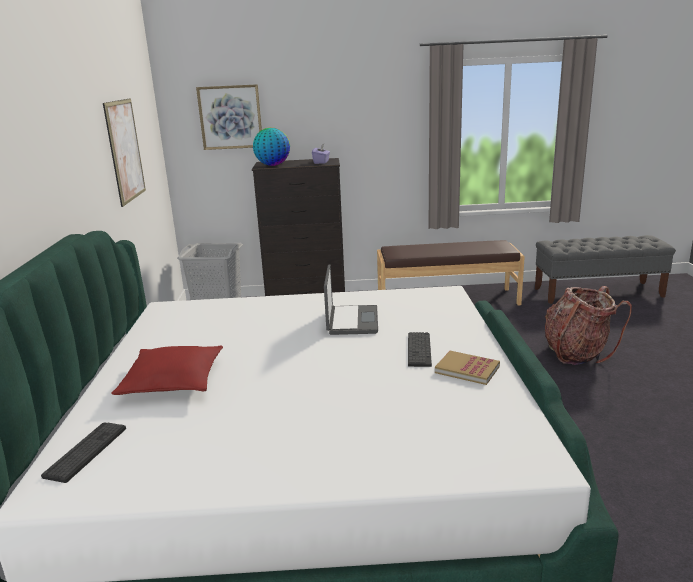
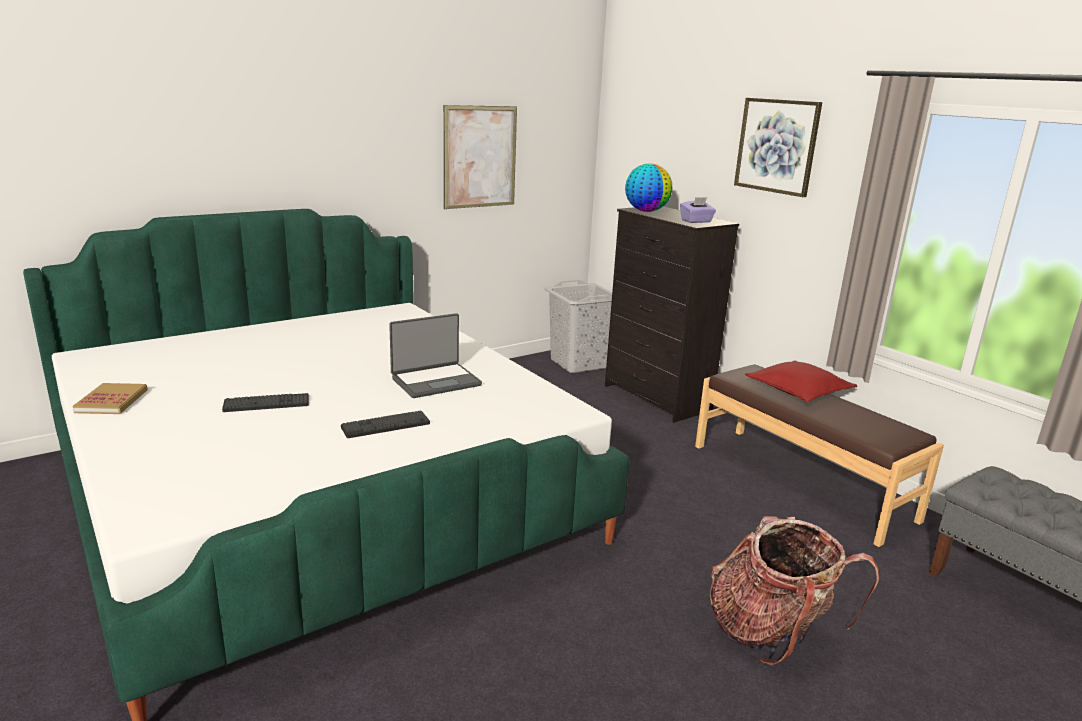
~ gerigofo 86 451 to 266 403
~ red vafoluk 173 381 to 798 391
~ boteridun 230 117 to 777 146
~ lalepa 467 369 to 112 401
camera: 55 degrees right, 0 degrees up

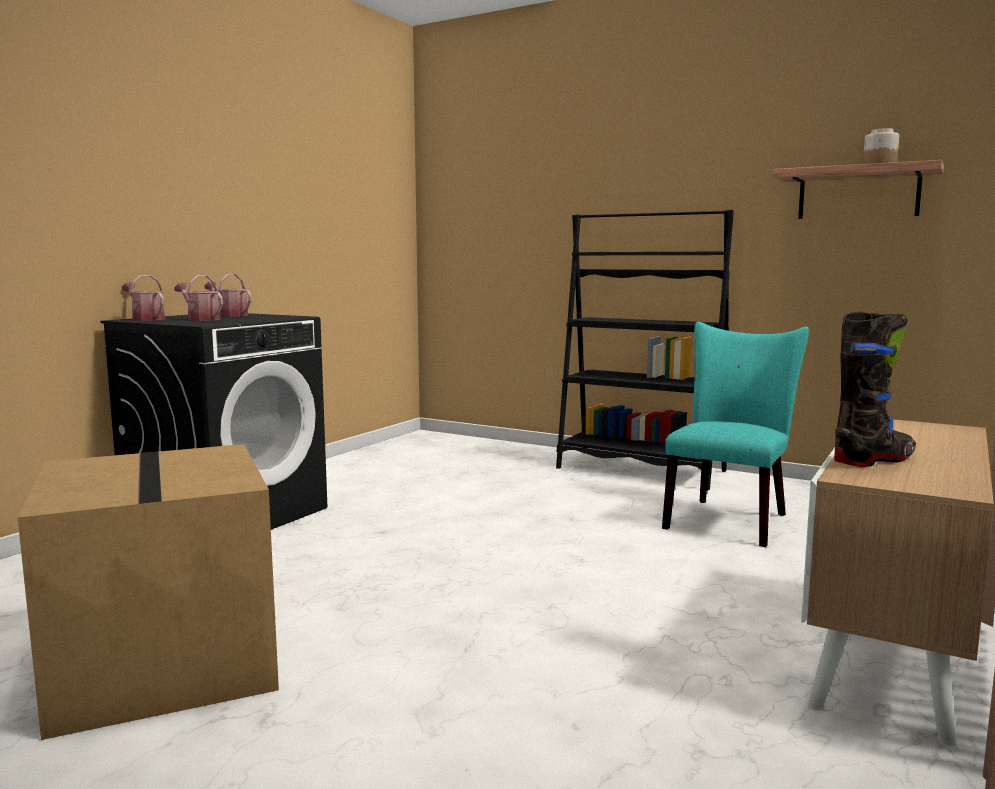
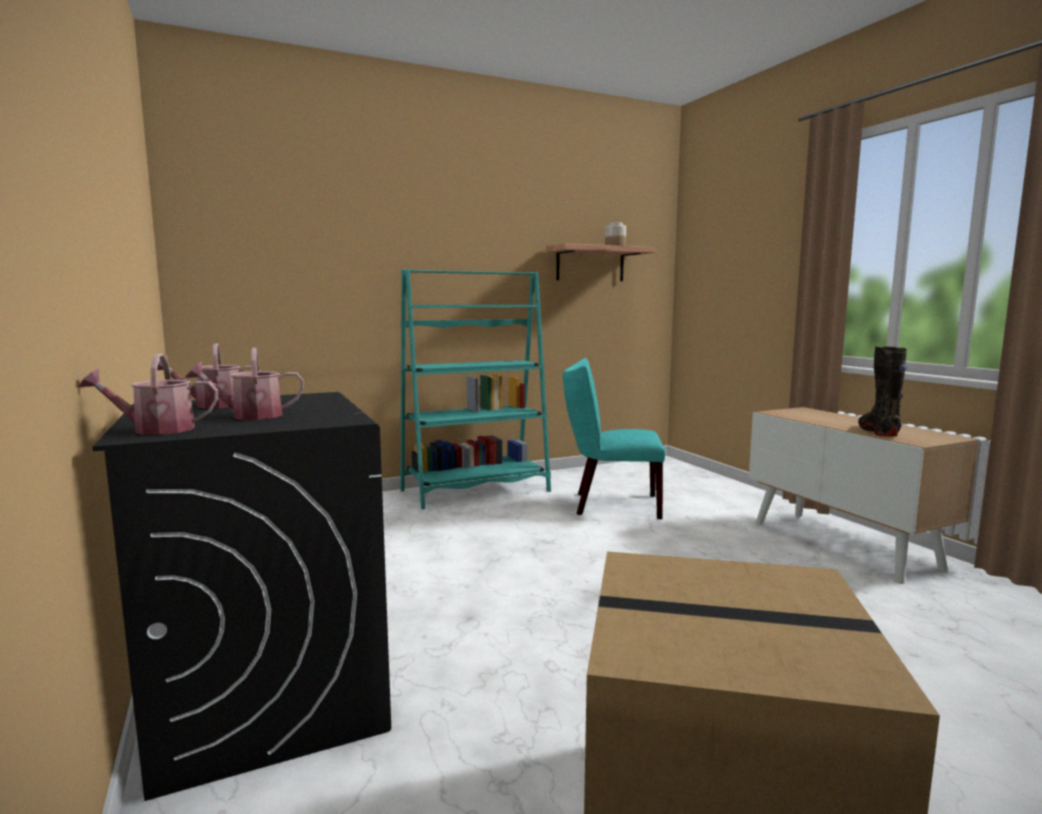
~ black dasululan 641 470 to turquoise dasululan 475 491
~ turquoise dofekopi 730 519 = 610 505 60 degrees counterclockwise
camera: 55 degrees left, 0 degrees up

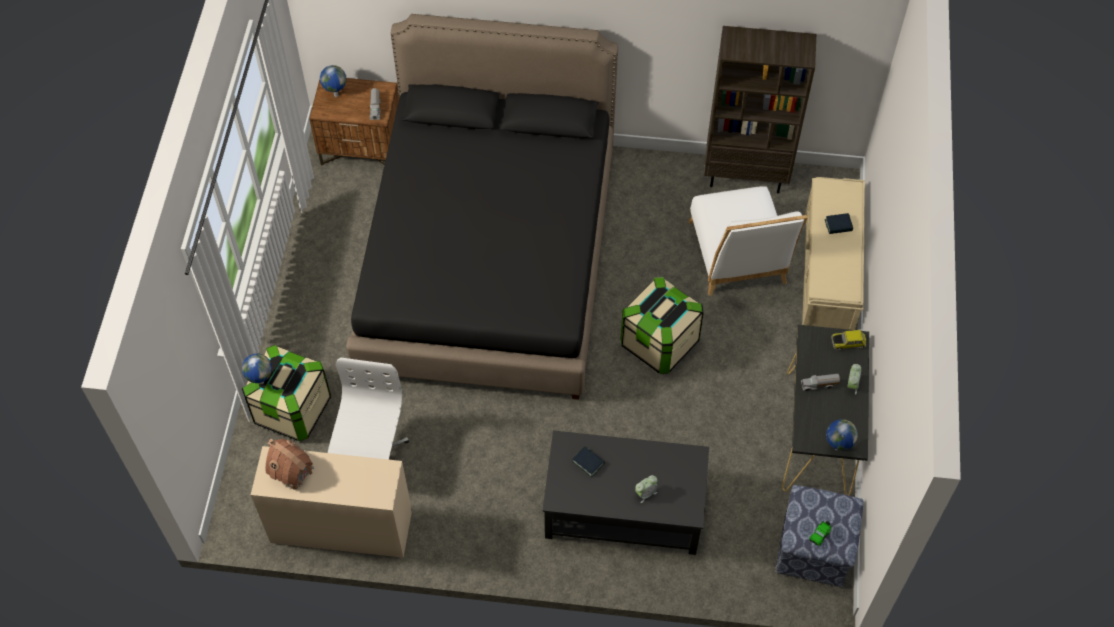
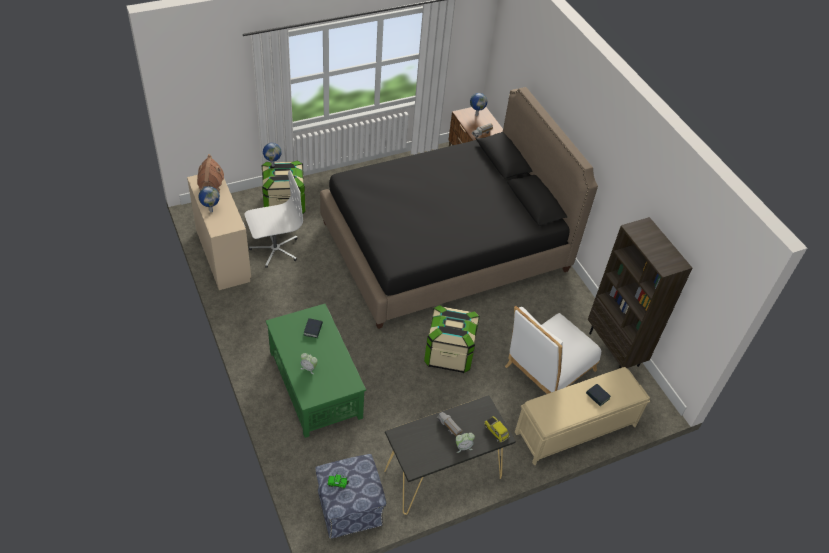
~ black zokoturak 623 508 to green zokoturak 315 383
~ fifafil 836 448 to 211 210
camera: 55 degrees right, 10 degrees down

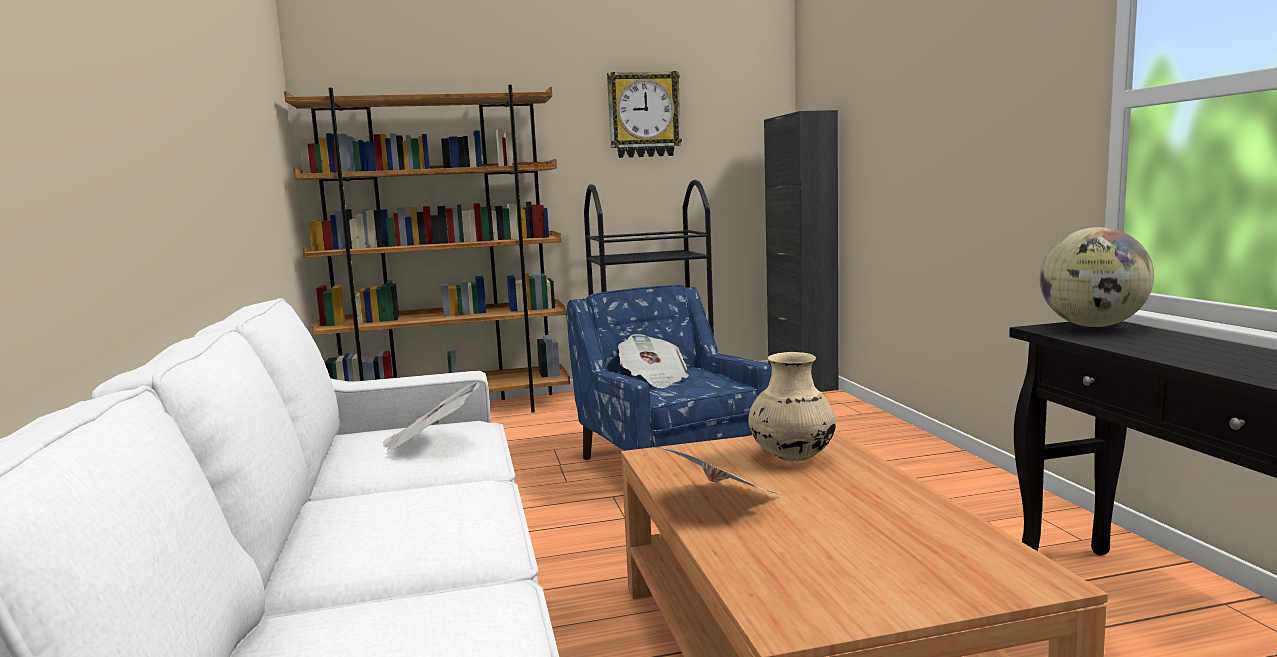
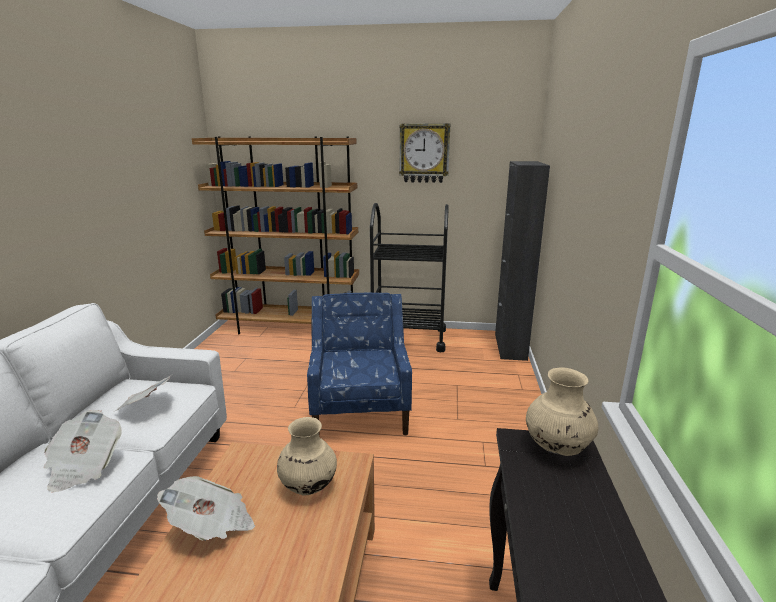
~ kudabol 653 380 to 84 466
~ fifafil 1092 326 to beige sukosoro 557 448
camera: 20 degrees right, 10 degrees up

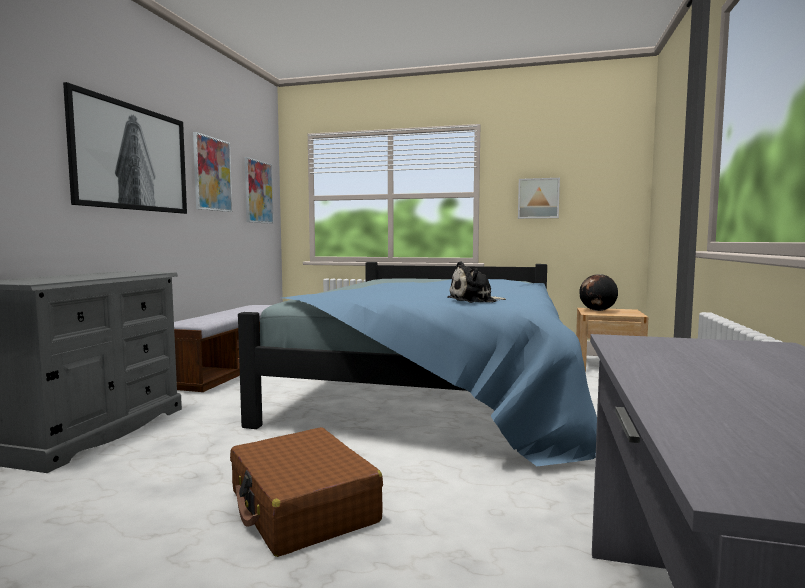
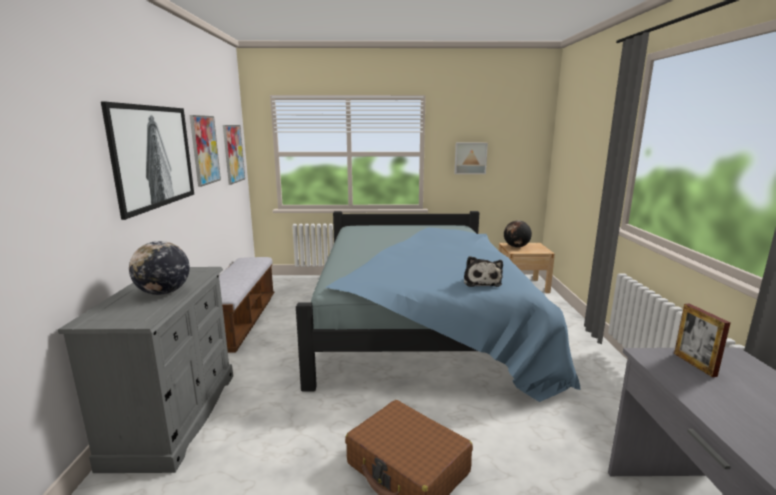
~ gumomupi 475 300 = 481 282 60 degrees counterclockwise
+ fifafil 163 293
+ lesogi 694 364
camera: 15 degrees left, 10 degrees up

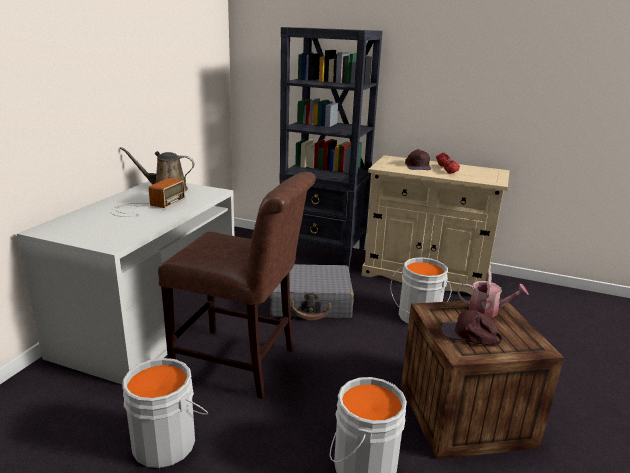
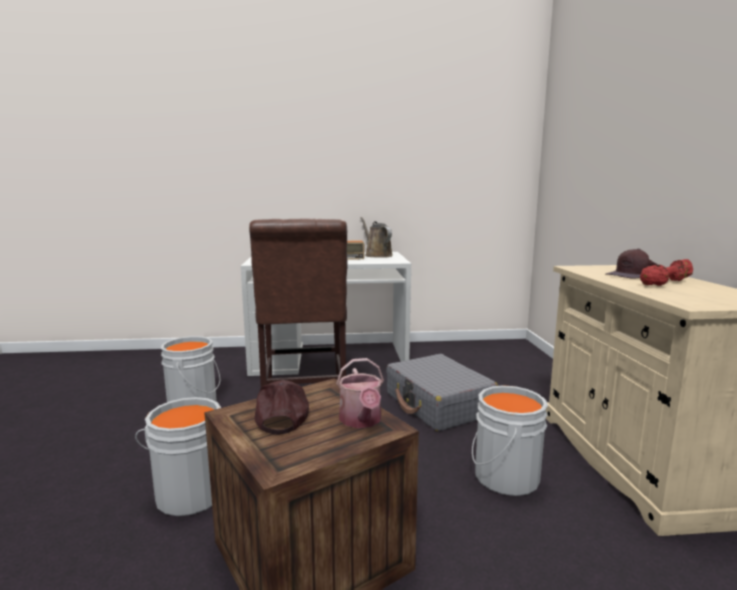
- black dasululan 323 256
camera: 65 degrees right, 10 degrees down

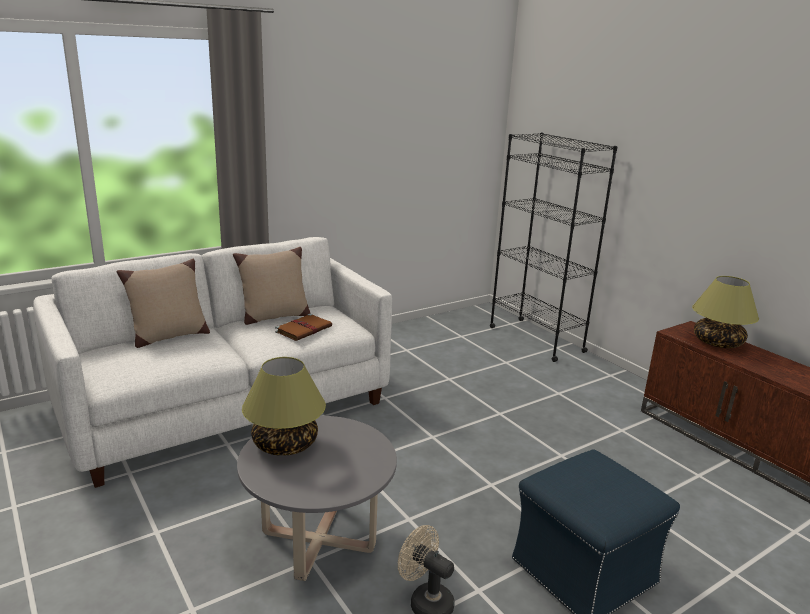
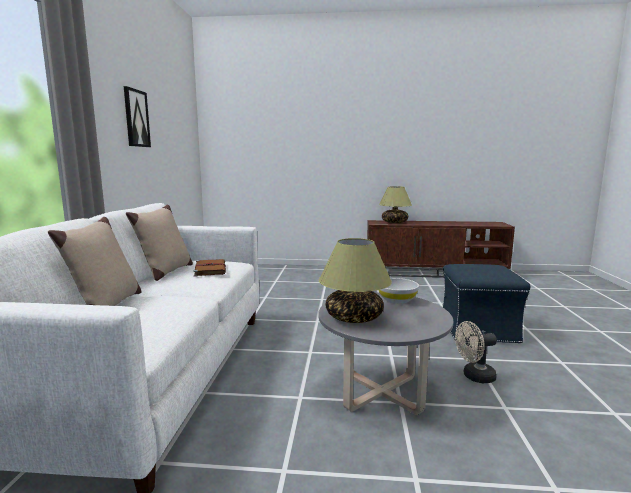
- black dasululan 536 339
+ boteridun 136 118
+ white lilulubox 396 300
camera: 50 degrees left, 10 degrees down

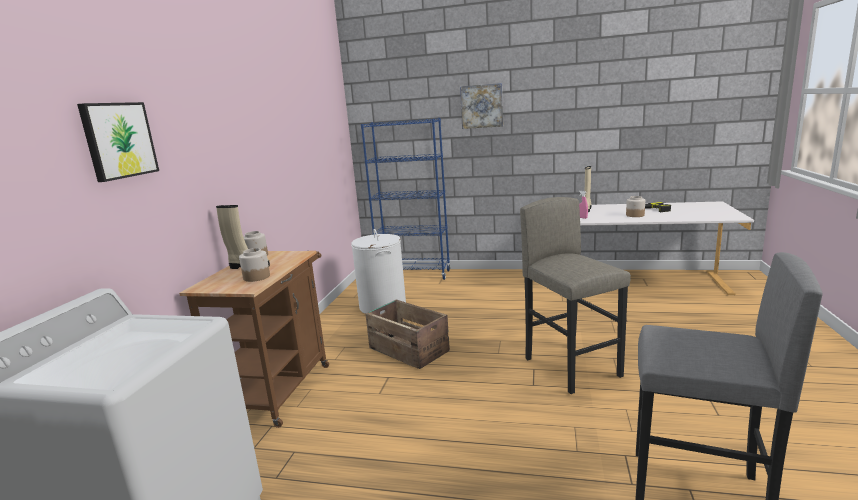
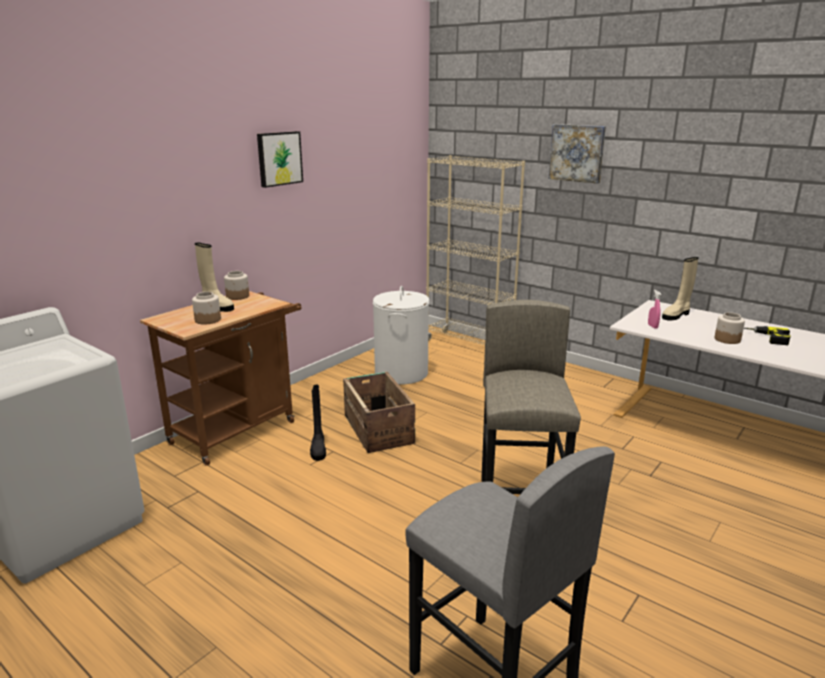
~ boteridun 118 140 to 279 158
~ blue dasululan 414 275 to beige dasululan 469 345
+ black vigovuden 318 449
camera: 25 degrees right, 5 degrees up

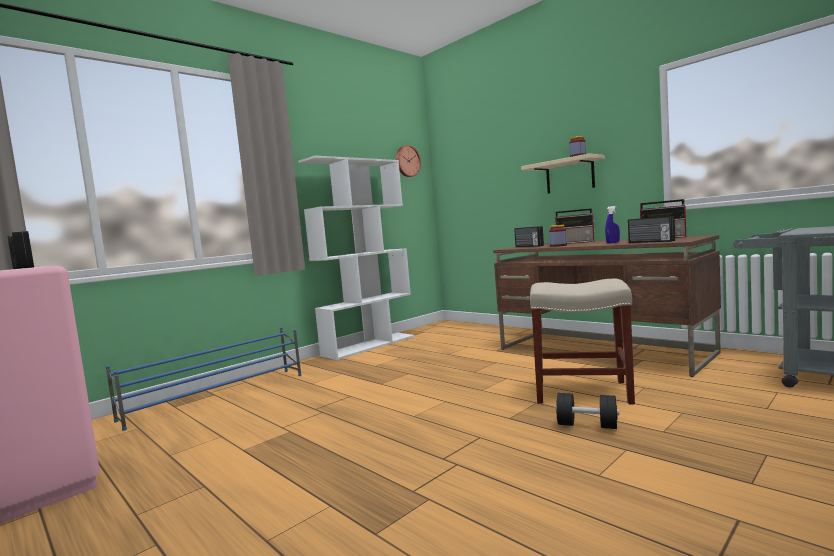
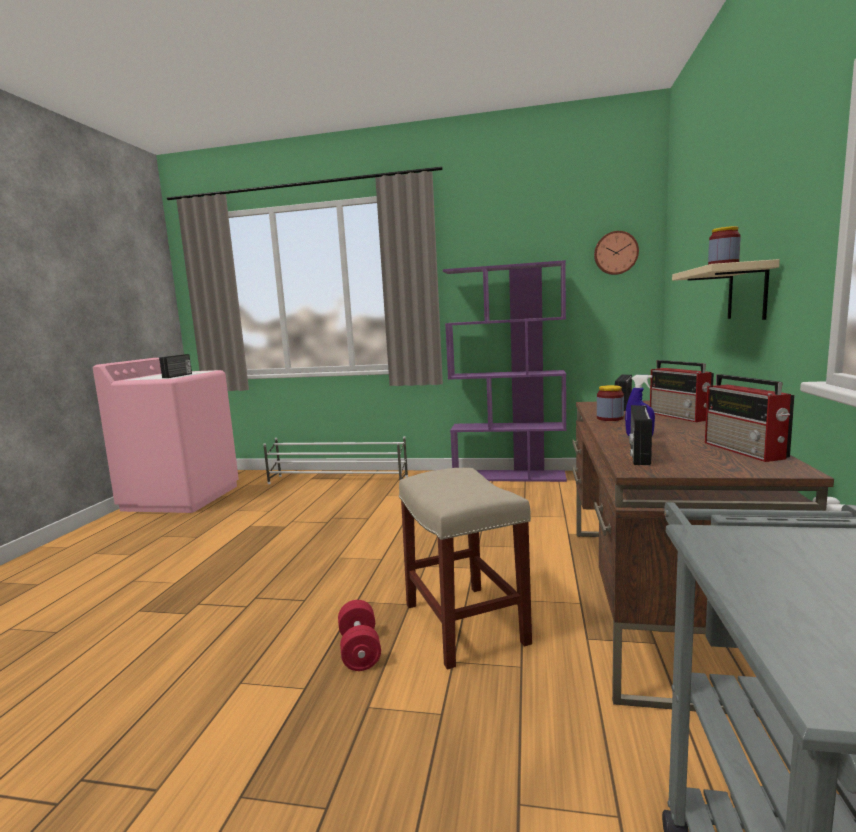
~ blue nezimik 218 396 to white nezimik 338 480
~ white dasululan 369 345 to purple dasululan 509 476
~ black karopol 587 425 to red karopol 359 650
camera: 55 degrees right, 5 degrees up

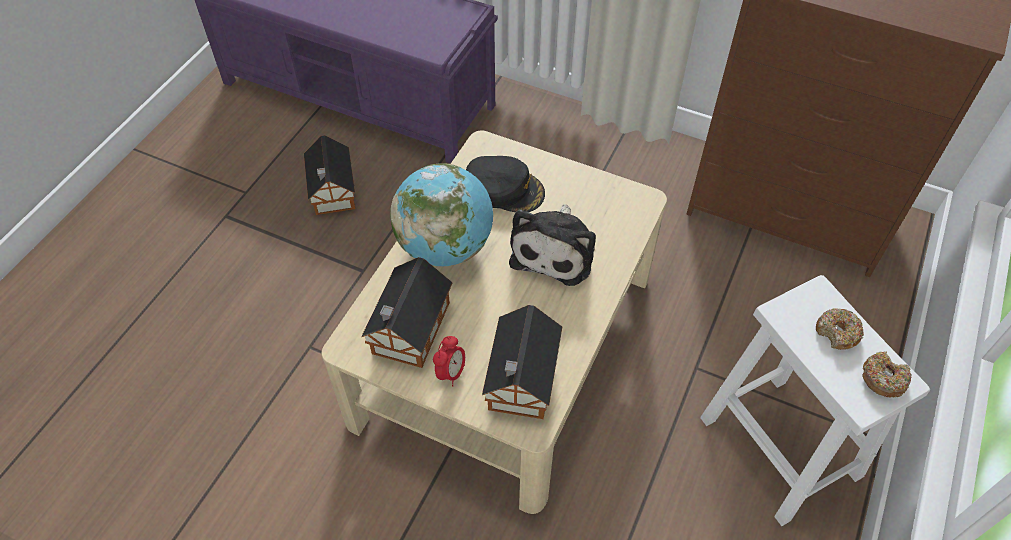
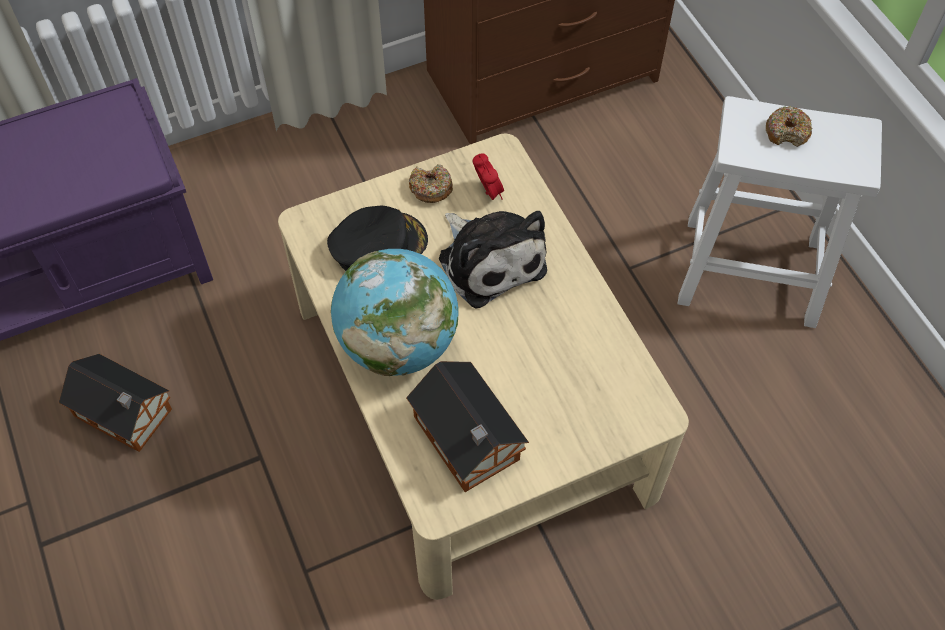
~ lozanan 451 372 to 488 193
- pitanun 520 381
~ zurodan 883 379 to 430 188
camera: 50 degrees left, 5 degrees up

